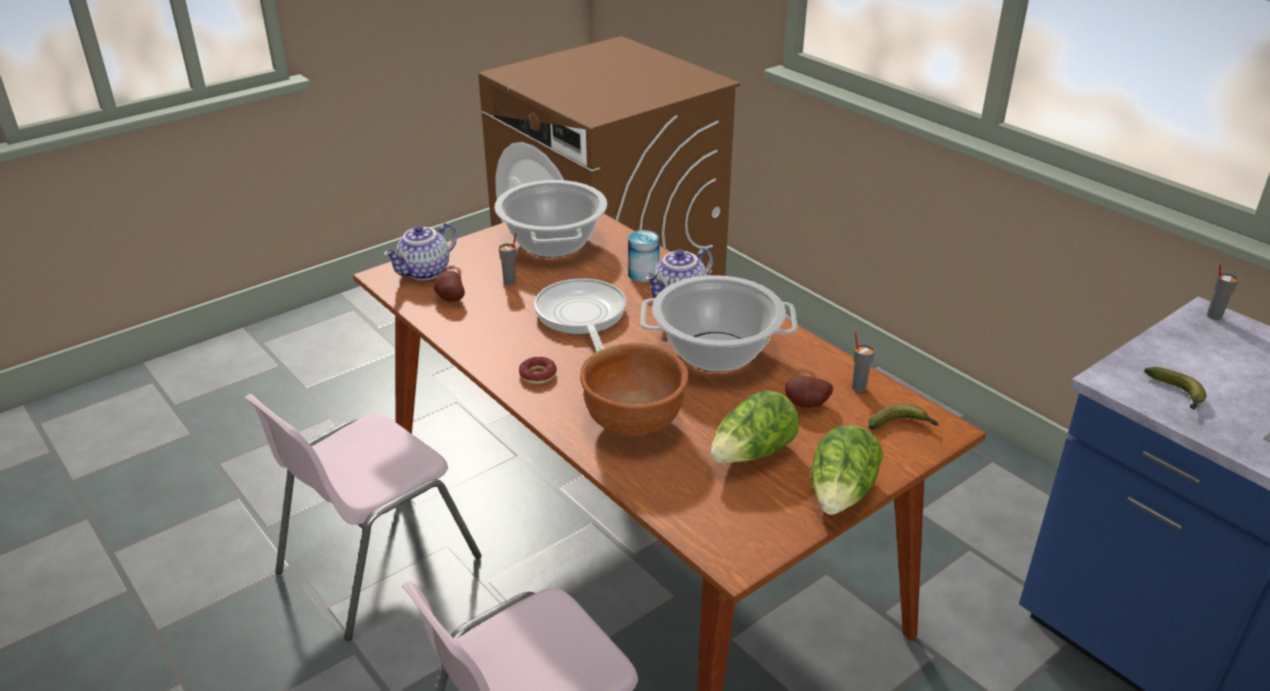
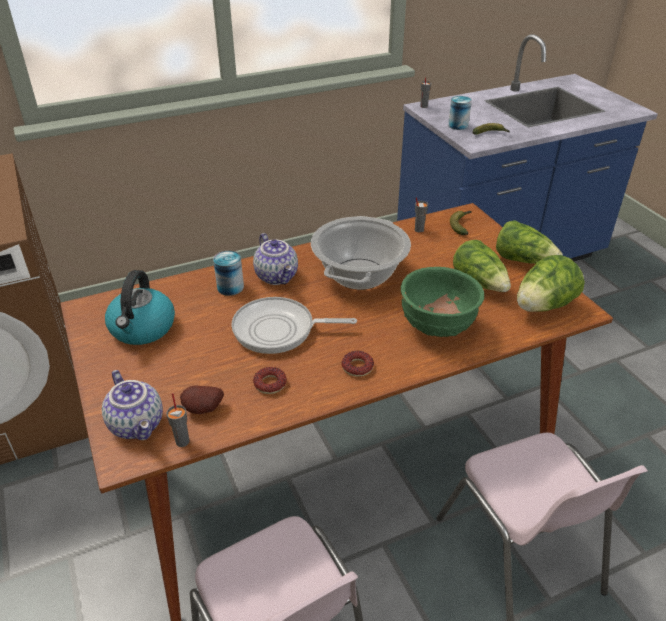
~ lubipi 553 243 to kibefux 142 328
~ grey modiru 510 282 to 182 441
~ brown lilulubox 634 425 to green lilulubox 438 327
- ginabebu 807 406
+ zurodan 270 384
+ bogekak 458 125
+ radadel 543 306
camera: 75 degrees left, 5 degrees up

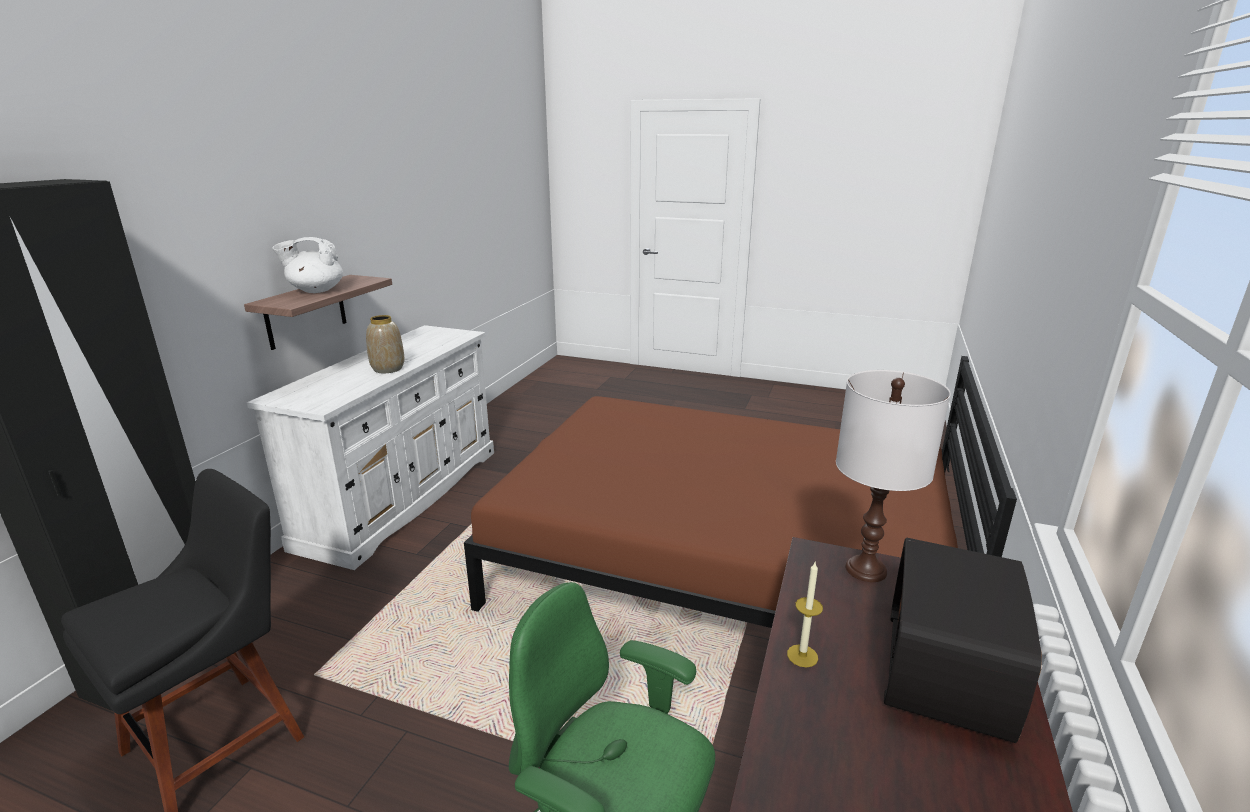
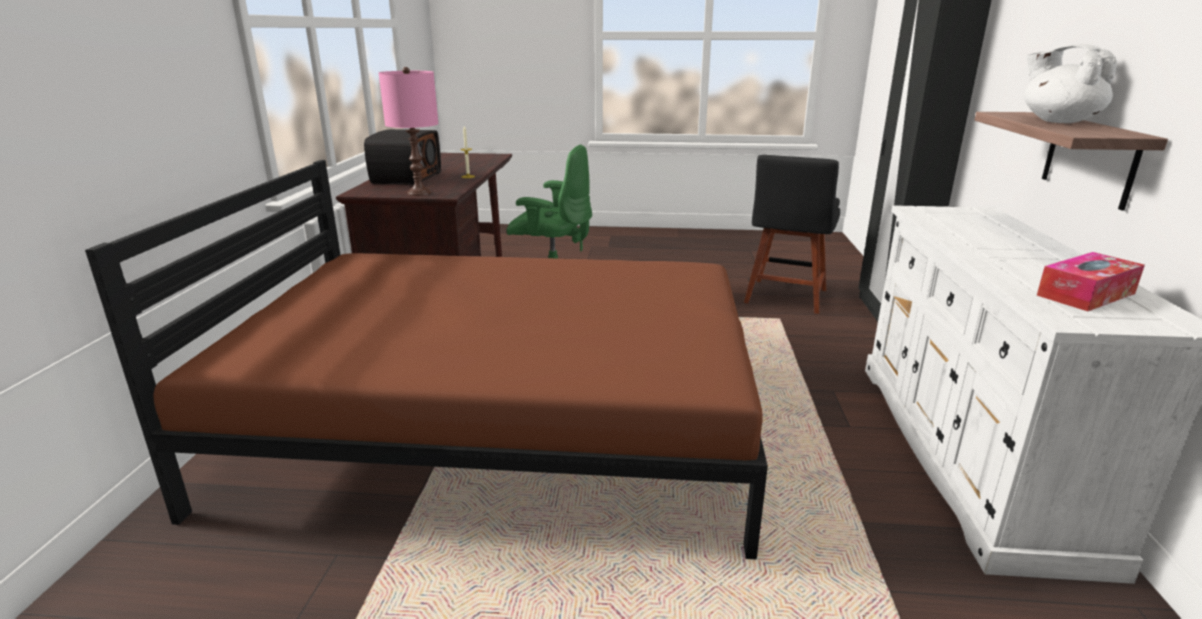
~ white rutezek 315 291 = 1058 121 90 degrees counterclockwise
- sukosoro 388 369
~ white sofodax 866 570 to pink sofodax 419 193
+ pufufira 1085 294
camera: 165 degrees right, 0 degrees up

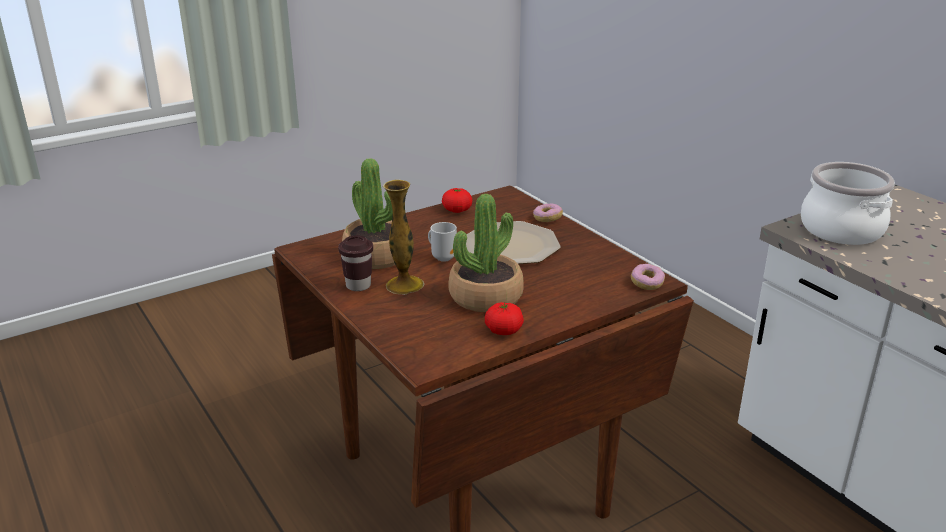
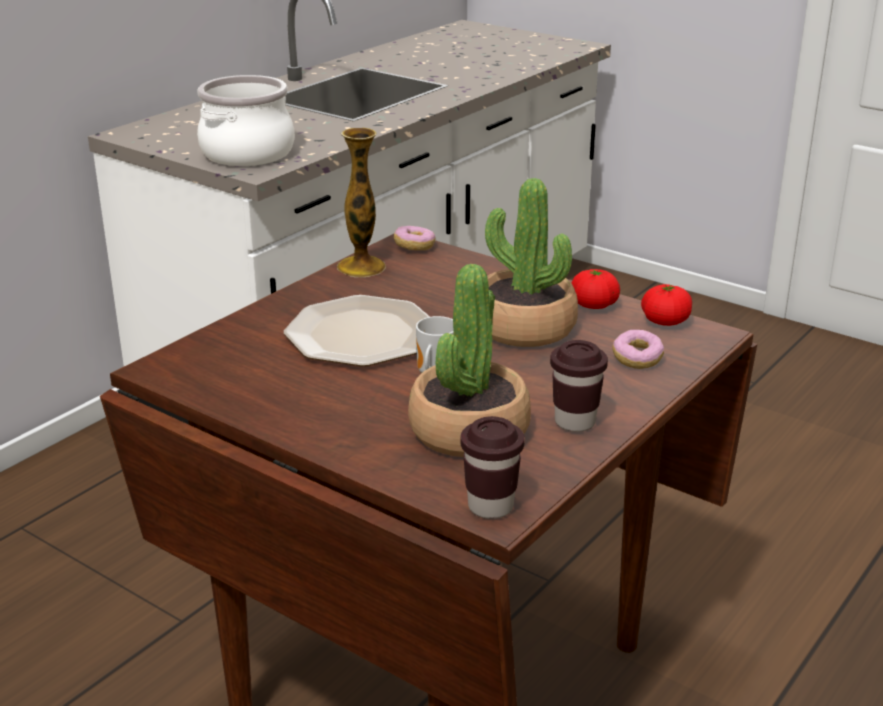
~ sukosoro 404 285 to 361 267
~ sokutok 457 210 to 665 321
~ zurodan 547 219 to 637 359
+ brown modiru 490 506
camera: 110 degrees left, 0 degrees up

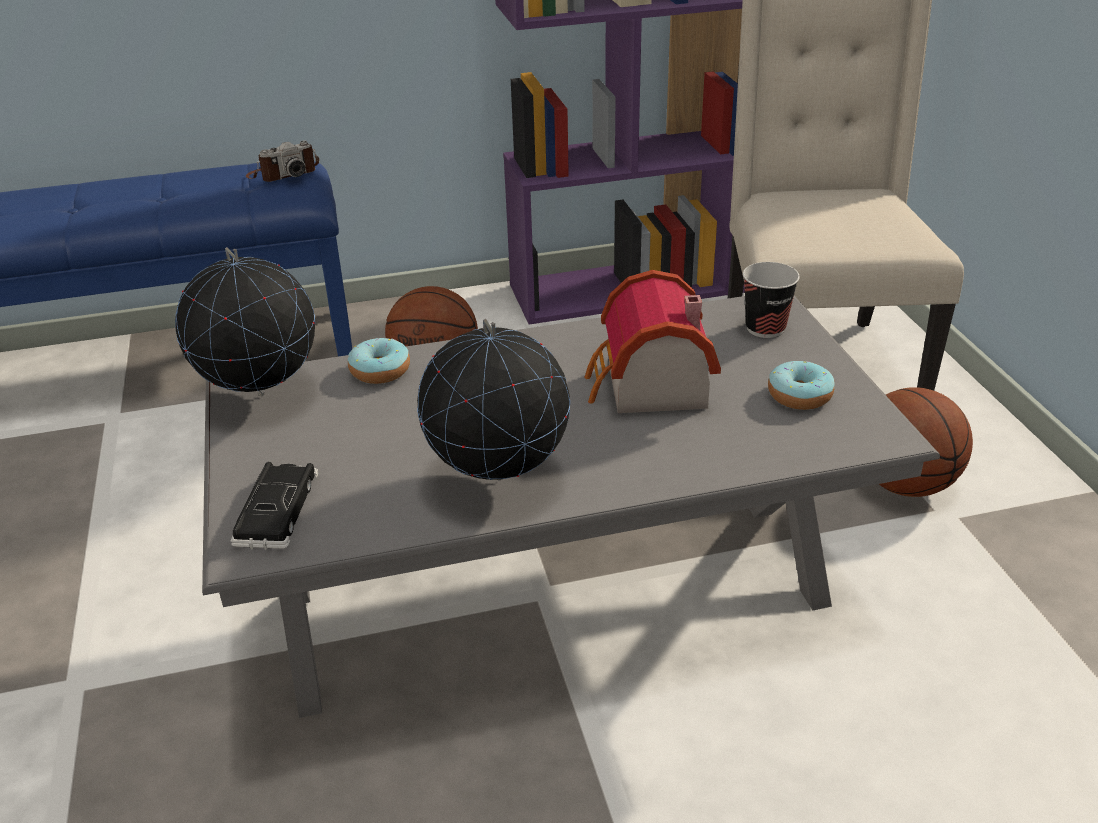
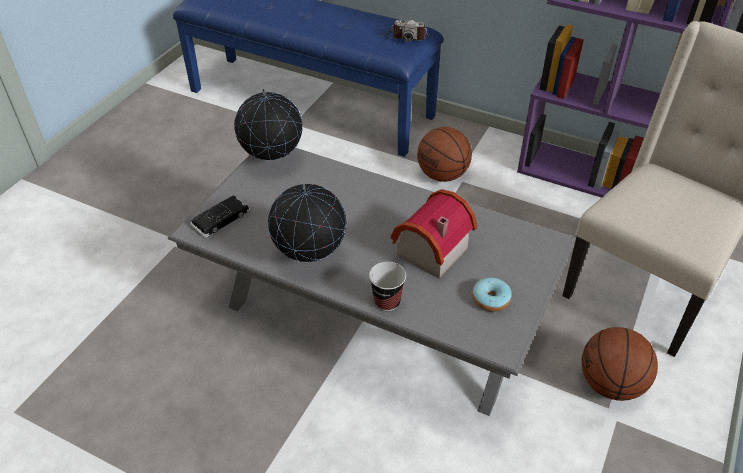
- zurodan 380 371
~ modiru 765 328 to 387 301
camera: 40 degrees right, 10 degrees up

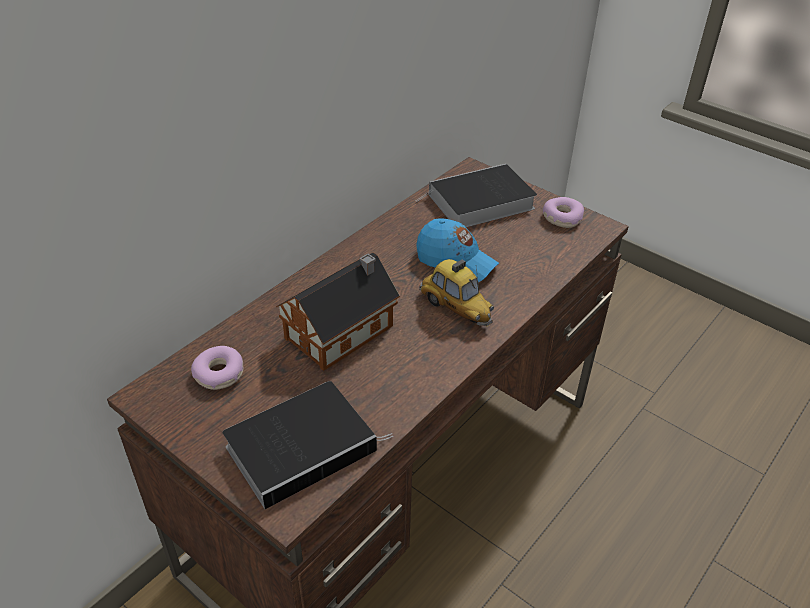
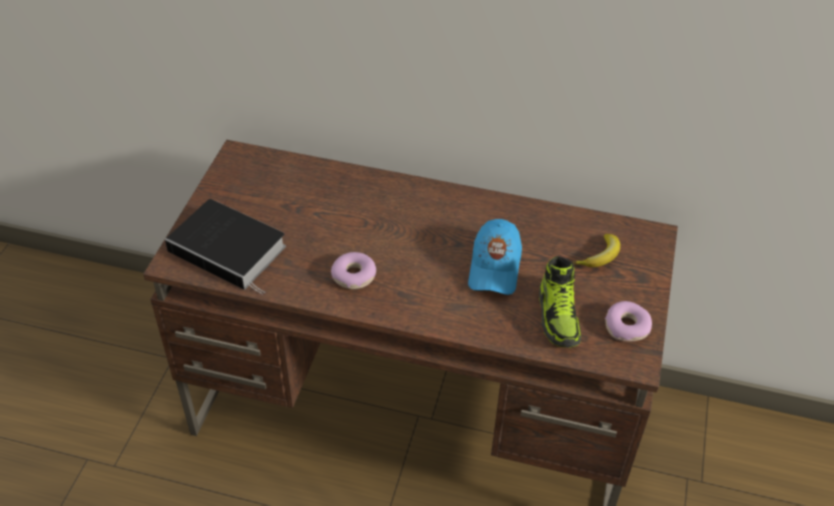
~ zurodan 219 374 to 354 276
- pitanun 343 330
~ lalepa 479 203 to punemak 600 256
- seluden 455 308
+ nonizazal 558 316
camera: 65 degrees right, 5 degrees up

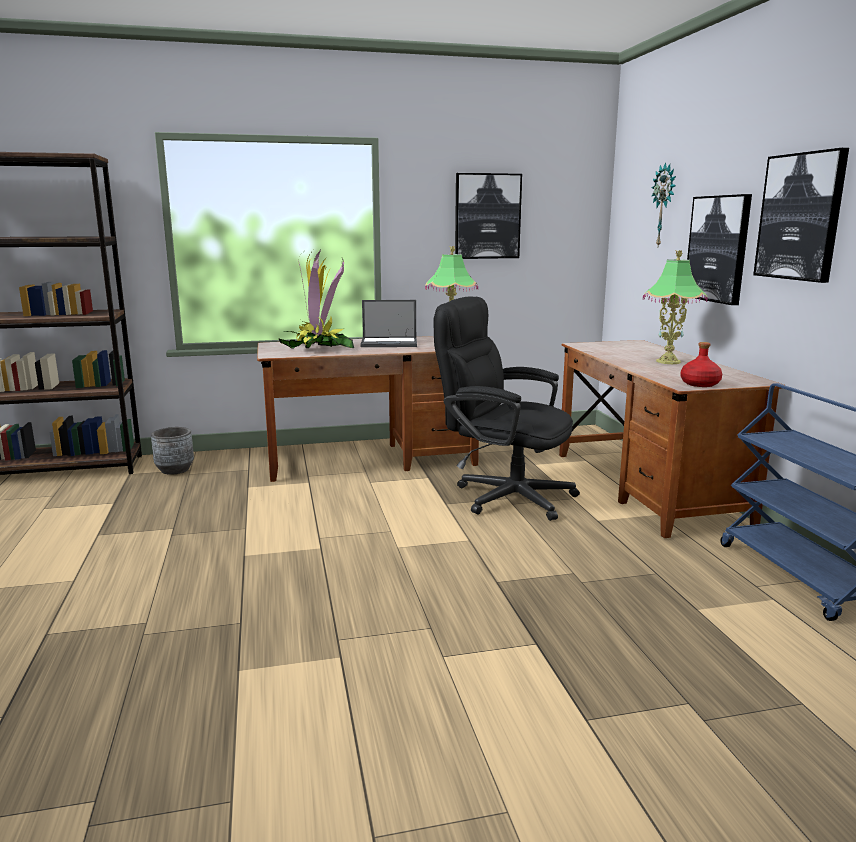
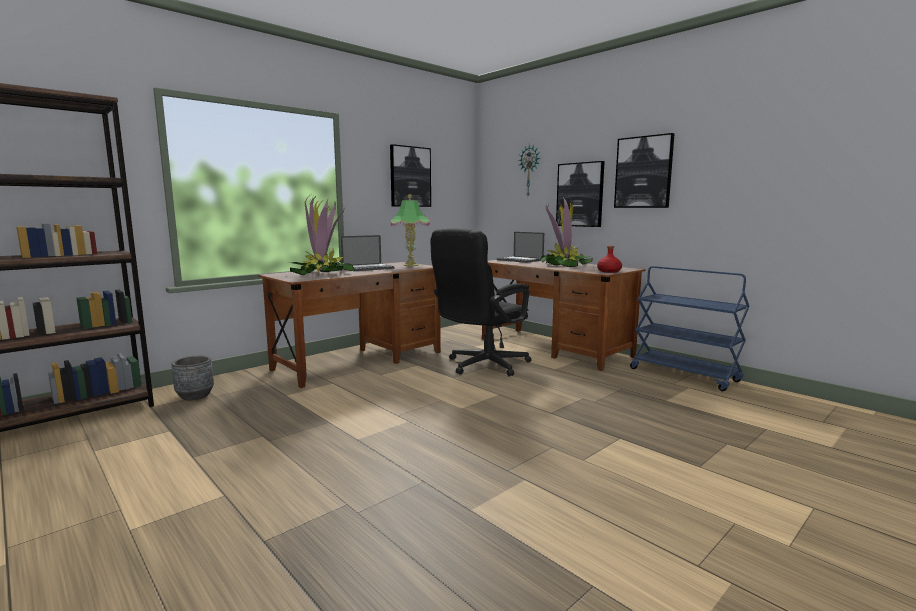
~ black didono 503 495 = 481 366 45 degrees counterclockwise
~ sofodax 668 362 to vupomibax 564 264
+ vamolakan 520 260
camera: 30 degrees left, 5 degrees down

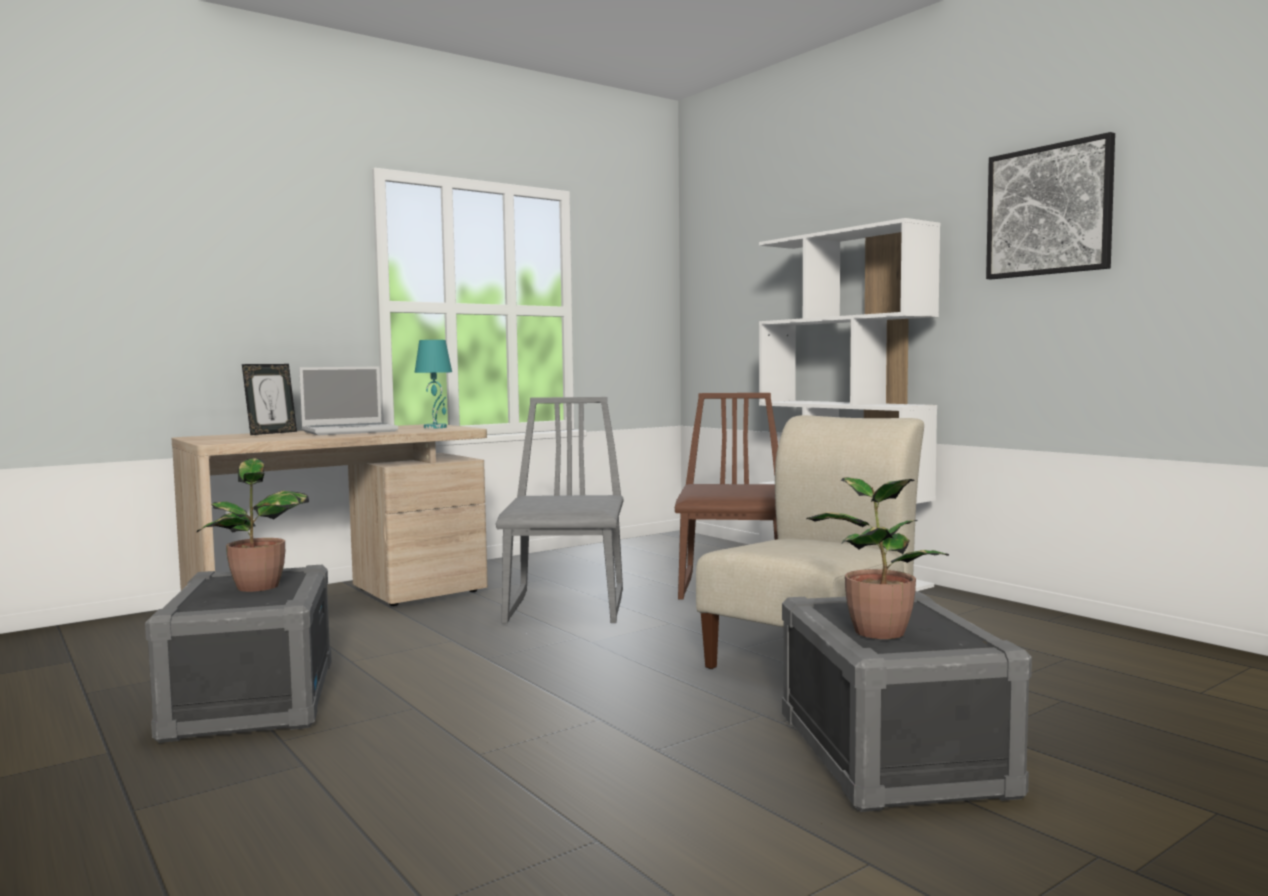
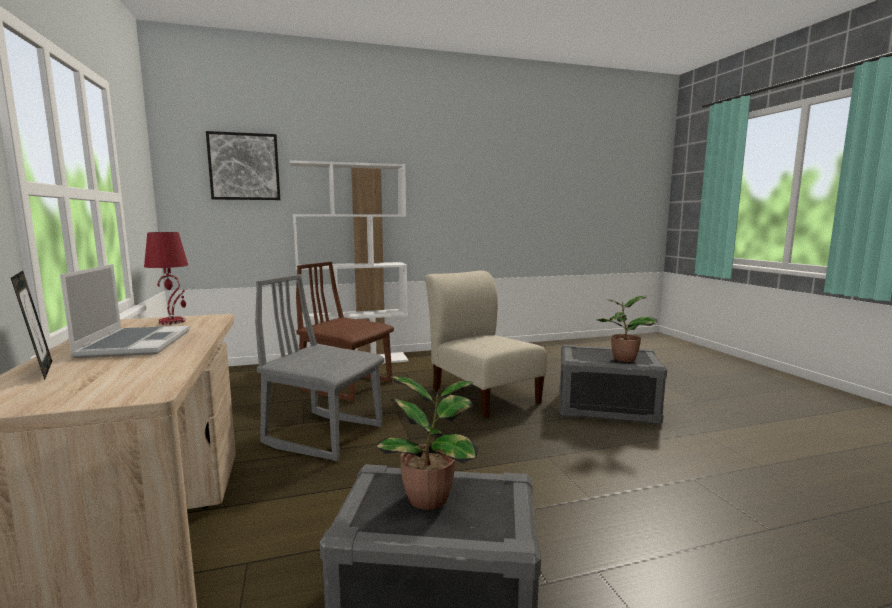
~ turquoise sofodax 436 427 to red sofodax 173 322
~ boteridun 1049 210 to 244 167
camera: 70 degrees left, 5 degrees up

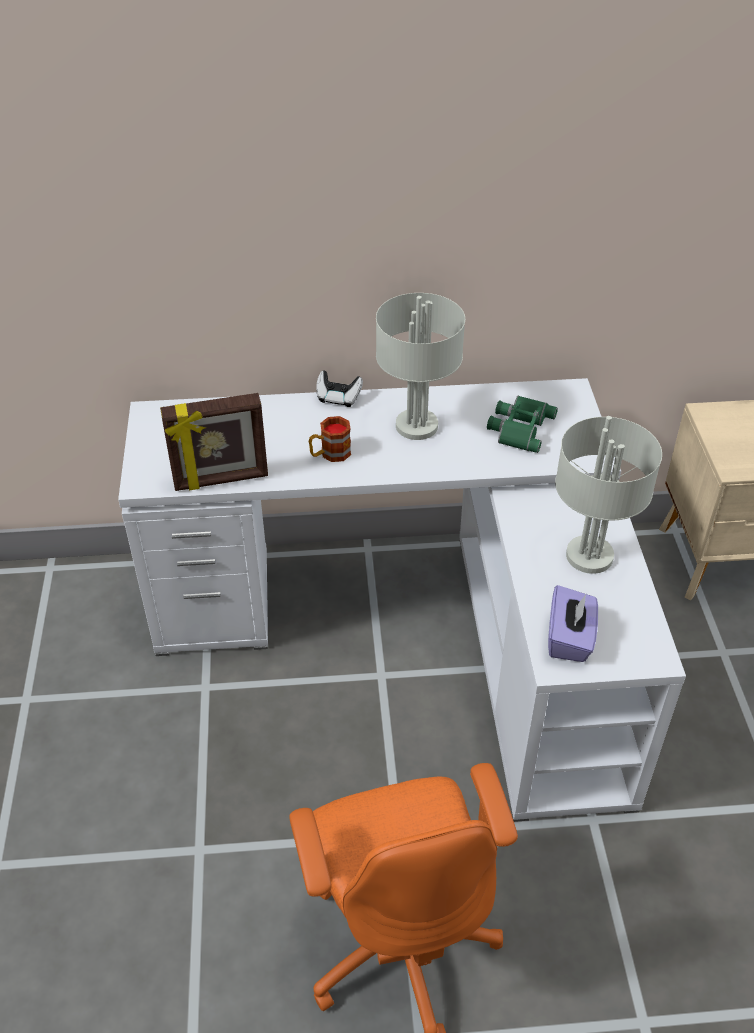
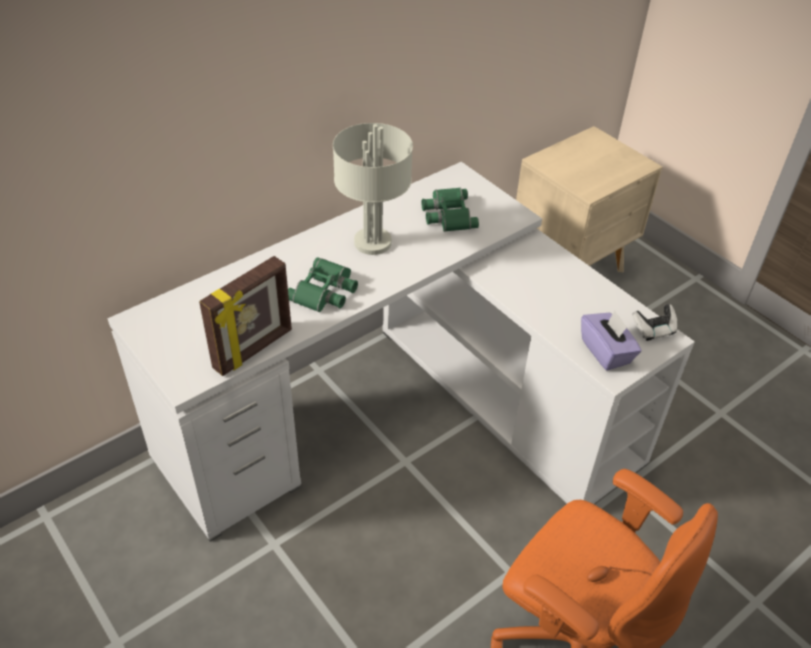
~ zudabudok 330 454 to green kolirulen 325 291
~ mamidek 338 398 to 653 330
- grey sofodax 591 556
camera: 35 degrees left, 0 degrees up

